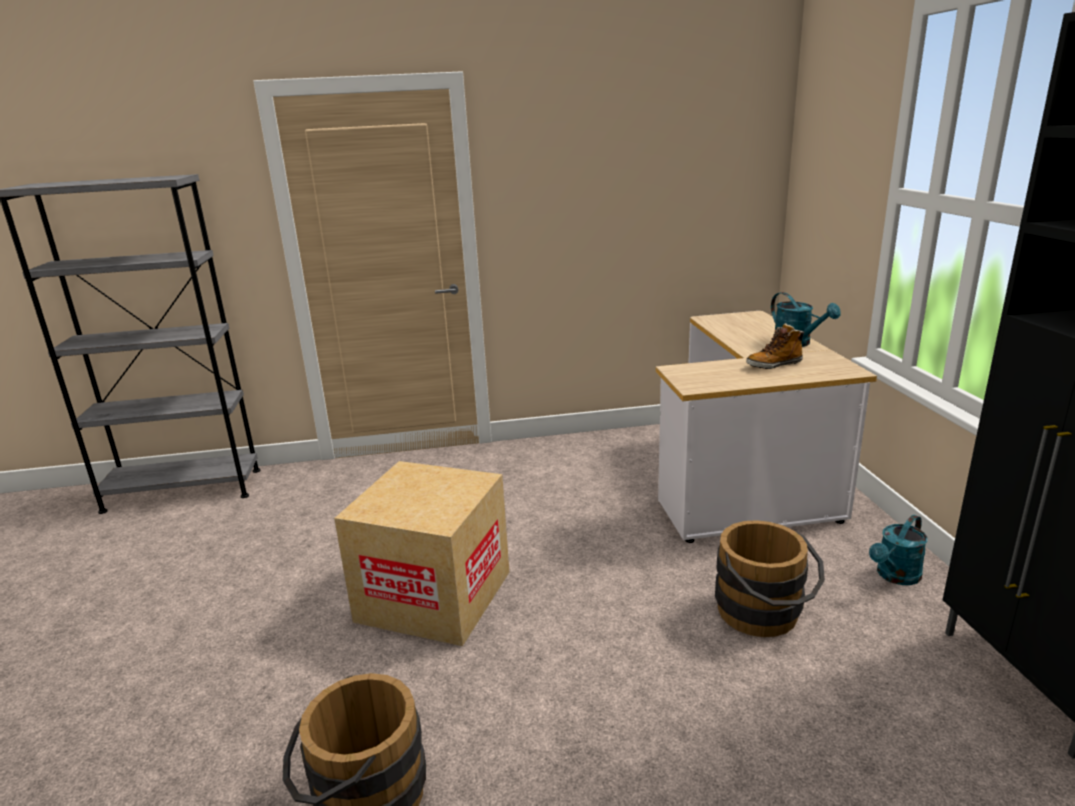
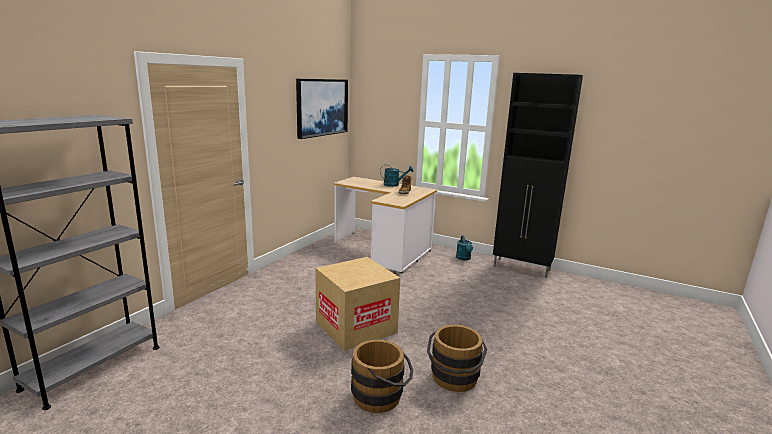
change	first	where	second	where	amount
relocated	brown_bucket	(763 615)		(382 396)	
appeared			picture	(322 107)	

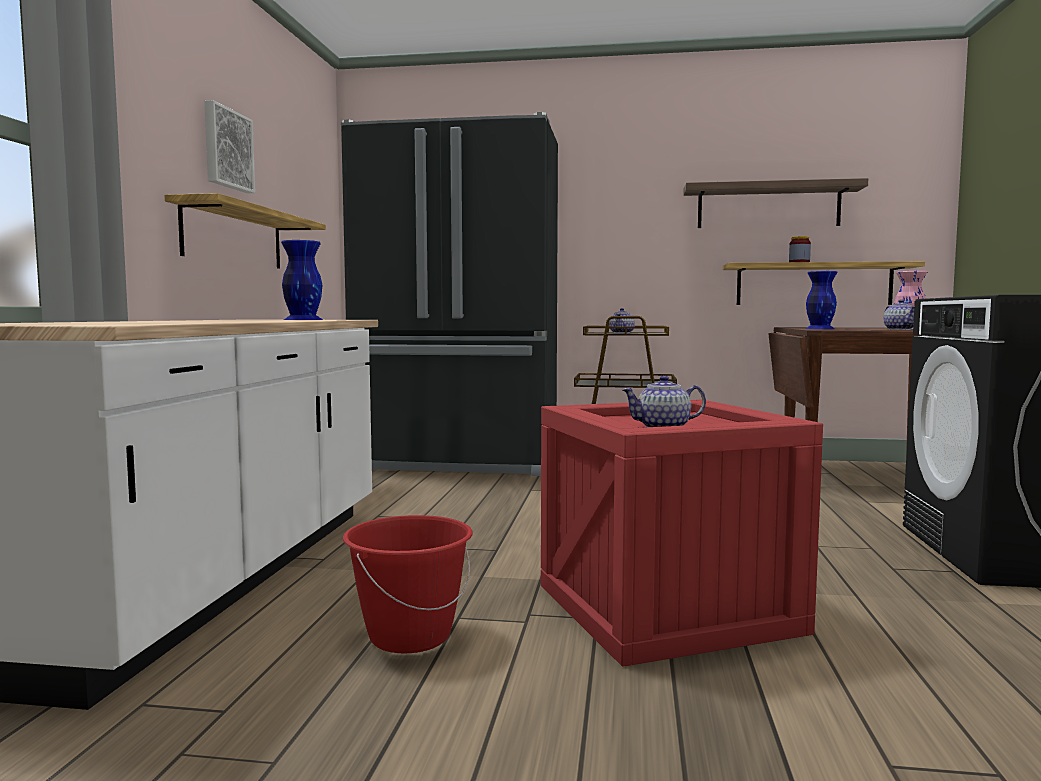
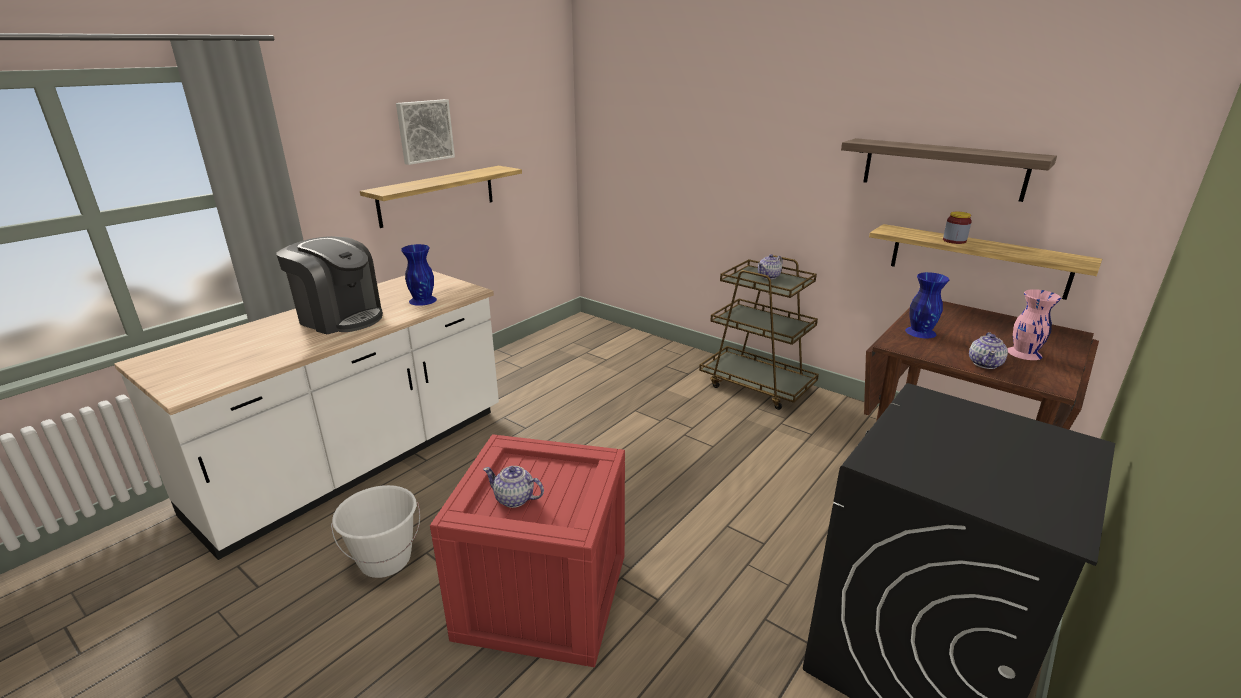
change	first	where	second	where	amount
missing	black_fridge	(458 463)			
colour	red_bucket	(409 636)	white_bucket	(385 560)	
appeared			coffee_machine	(340 317)	

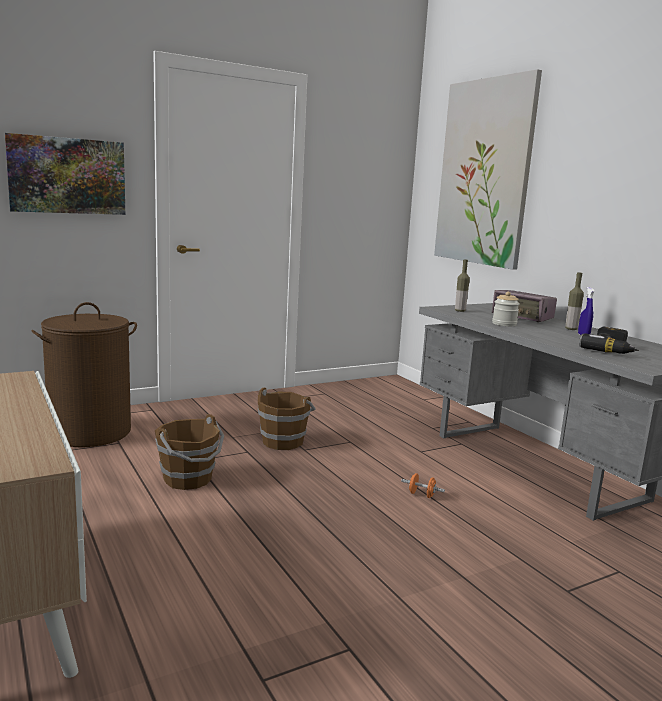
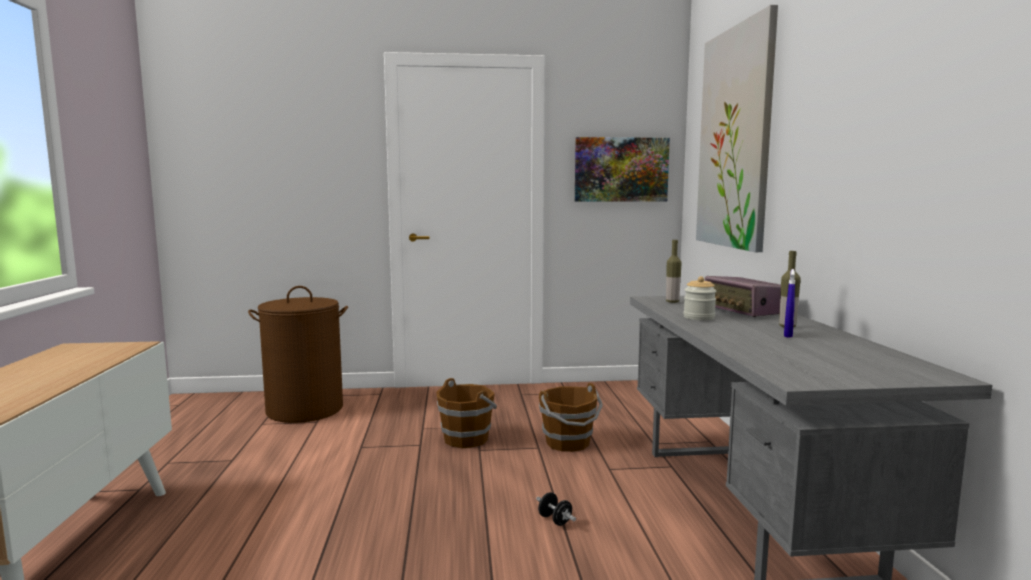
change	first	where	second	where	amount
relocated	picture	(67 175)		(621 169)	
missing	power_drill	(612 350)			
relocated	brown_bucket	(188 479)		(568 443)	
colour	orange_dumbbell	(421 495)	black_dumbbell	(555 520)	

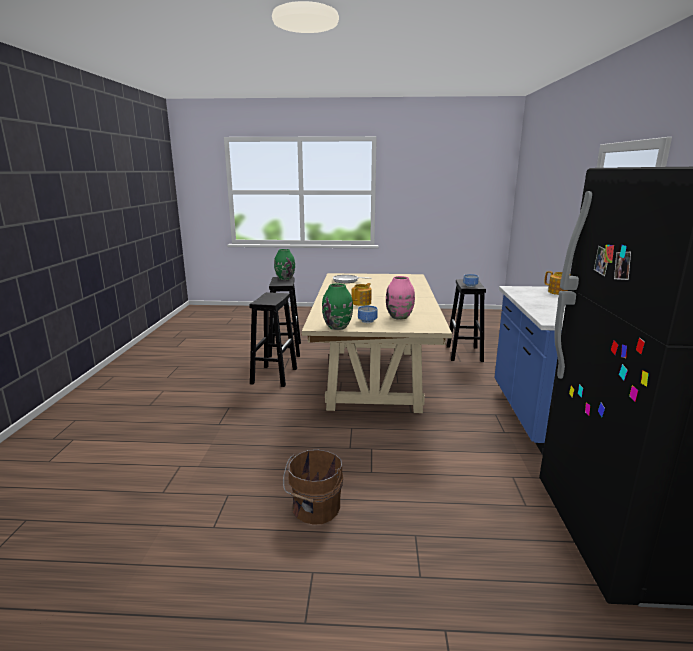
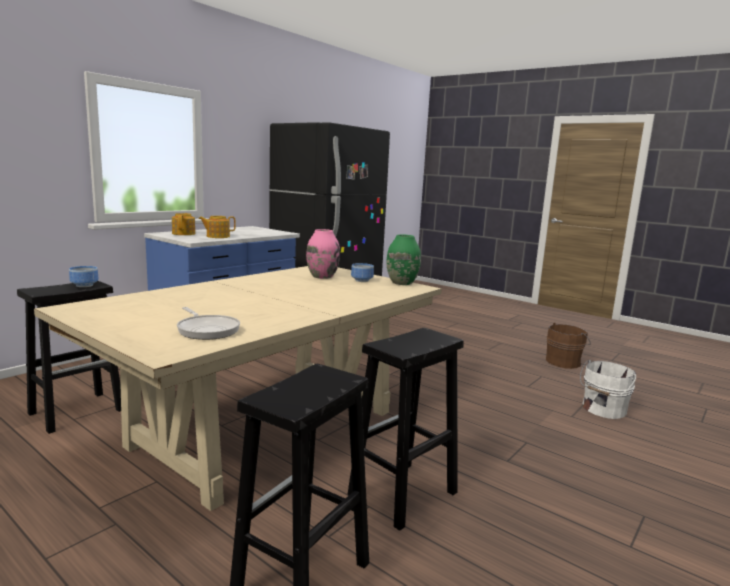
change	first	where	second	where	amount
missing	green_vase	(285 278)			
relocated	teapot	(361 303)		(217 236)	
relocated	brown_bucket	(315 508)		(564 362)	
appeared			white_bucket	(603 409)	

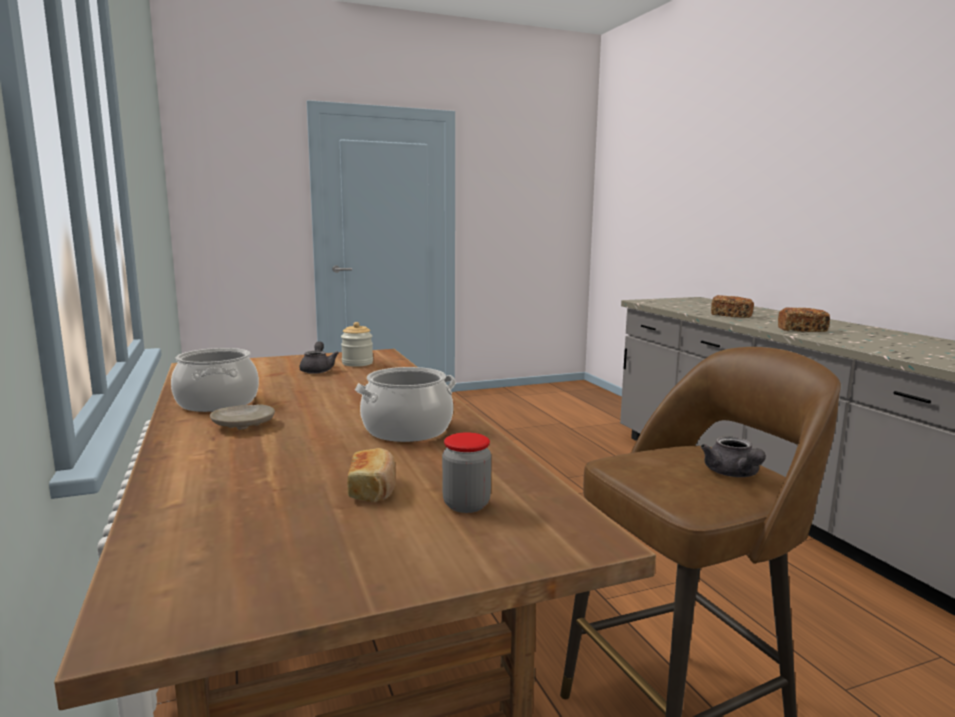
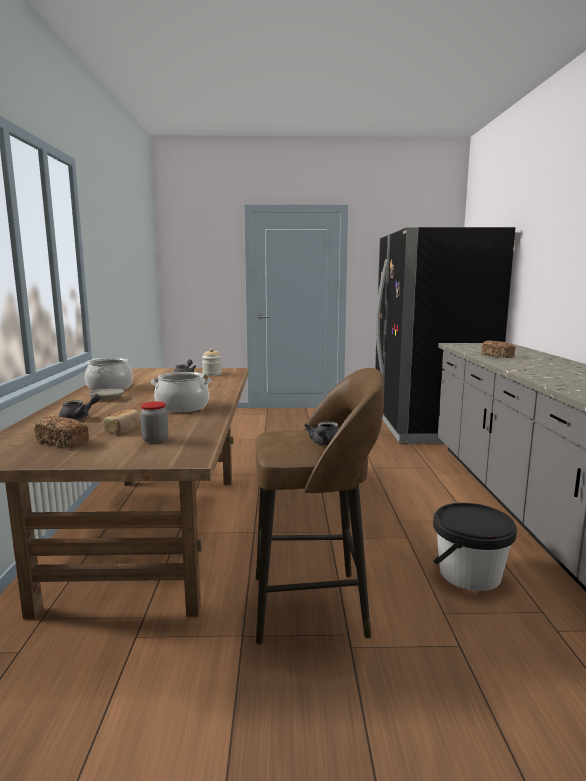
change	first	where	second	where	amount
relocated	bread	(802 330)		(63 442)	
appeared			black_fridge	(427 425)	
appeared			grey_teapot	(79 417)	
appeared			black_bucket	(469 574)	

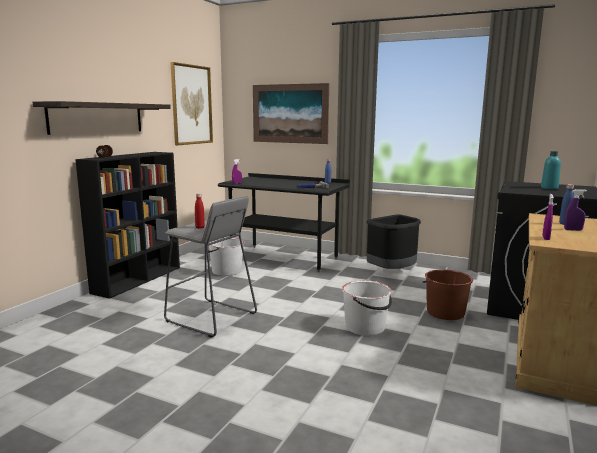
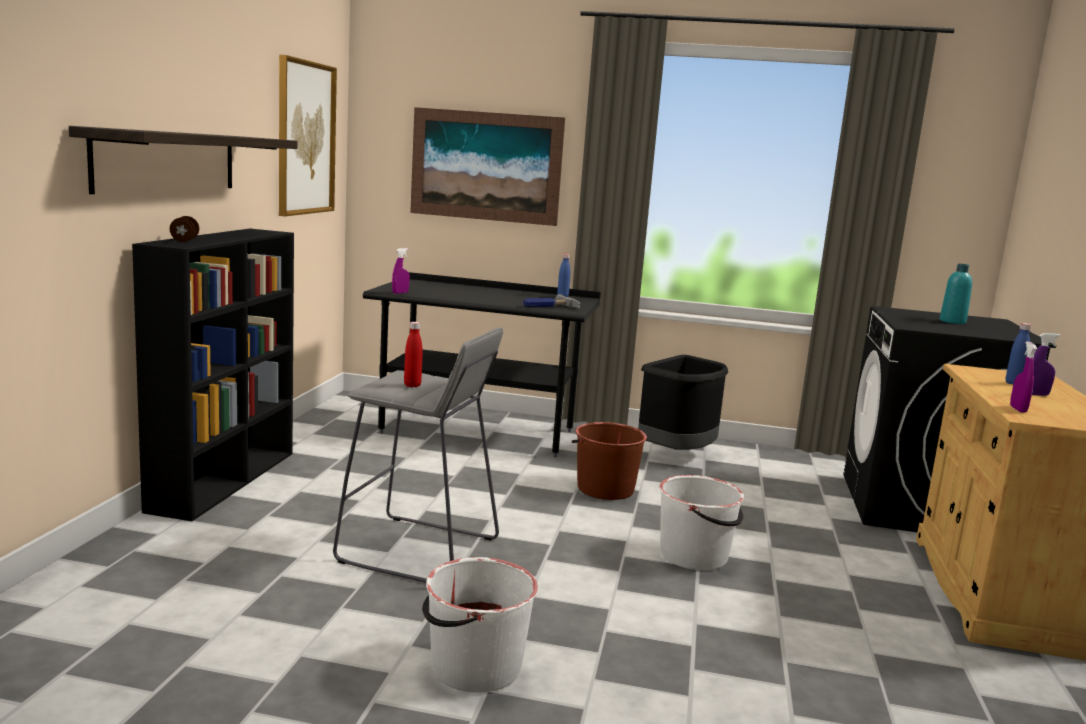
change	first	where	second	where	amount
relocated	white_bucket	(226 271)		(474 667)	
relocated	brown_bucket	(445 312)		(604 489)	

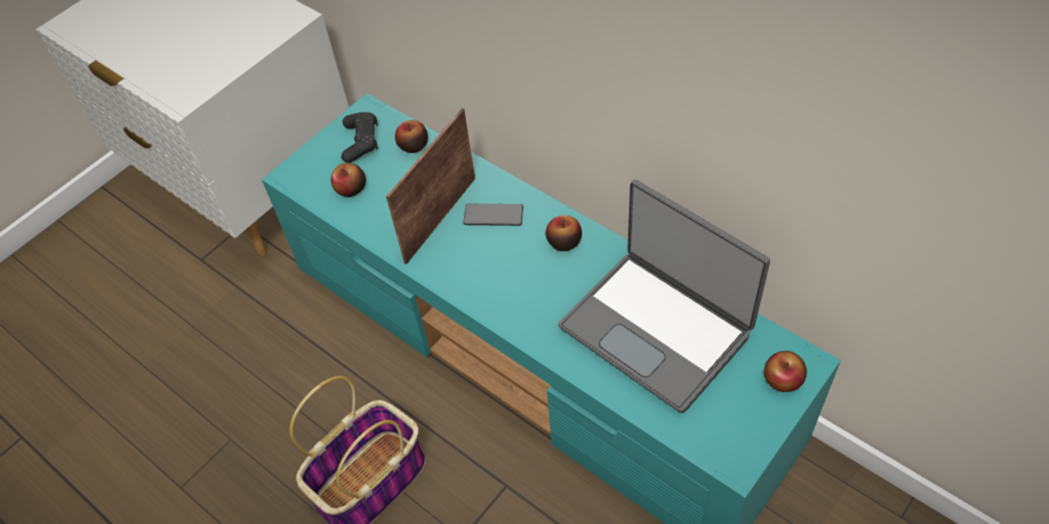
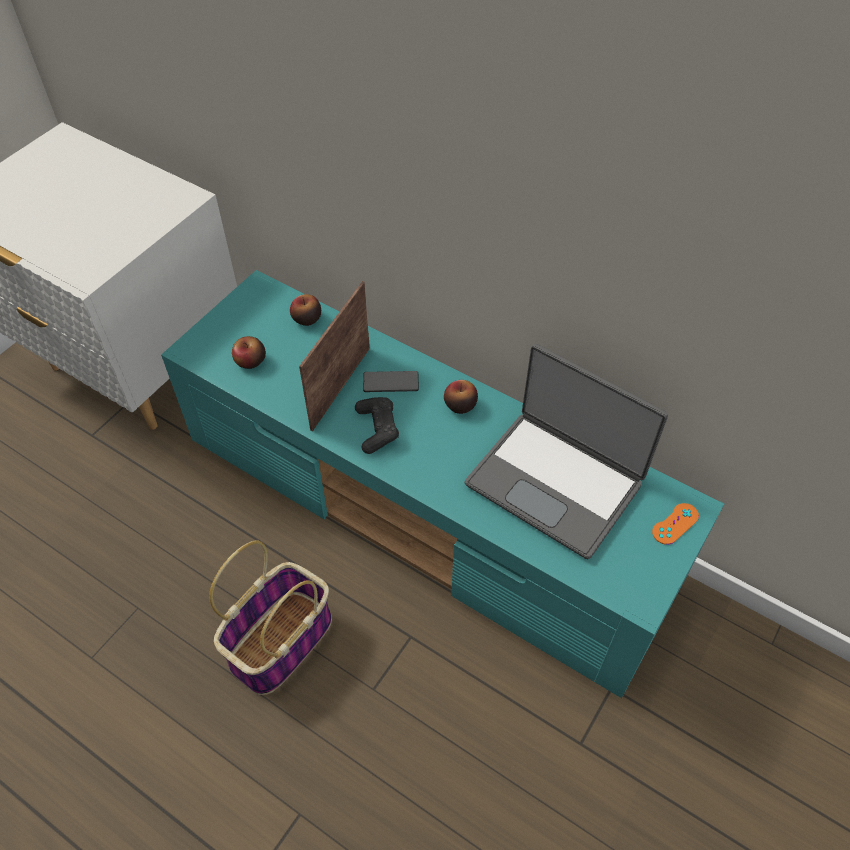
change	first	where	second	where	amount
relocated	black_game_controller	(361 142)		(377 429)	
exchanged	apple	(783 379)	orange_game_controller	(675 524)	

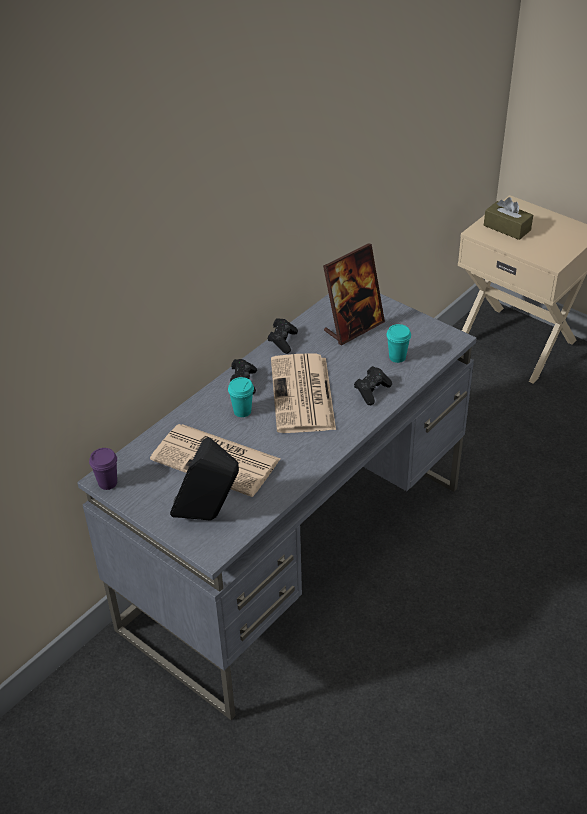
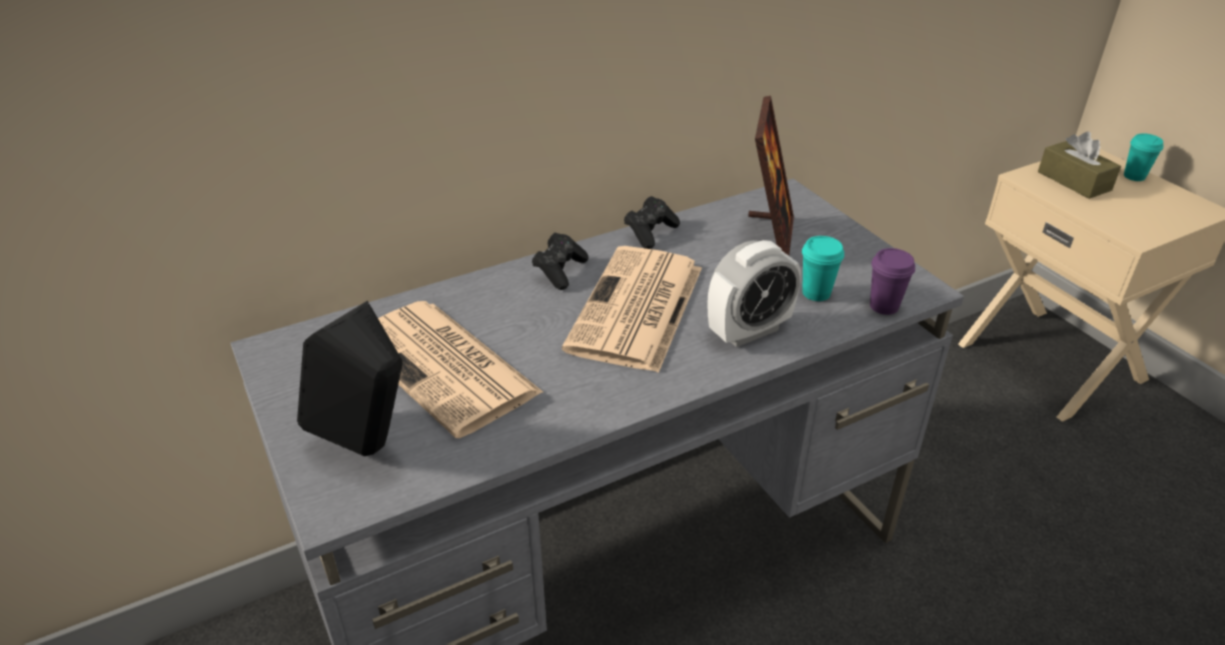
change	first	where	second	where	amount
spun	picture_frame	(353 327)		(767 238)	60 degrees counterclockwise
exchanged	black_game_controller	(372 391)	alarm_clock	(749 331)	
relocated	turquoise_cup	(242 411)		(1134 176)	
relocated	purple_cup	(107 483)		(884 306)	

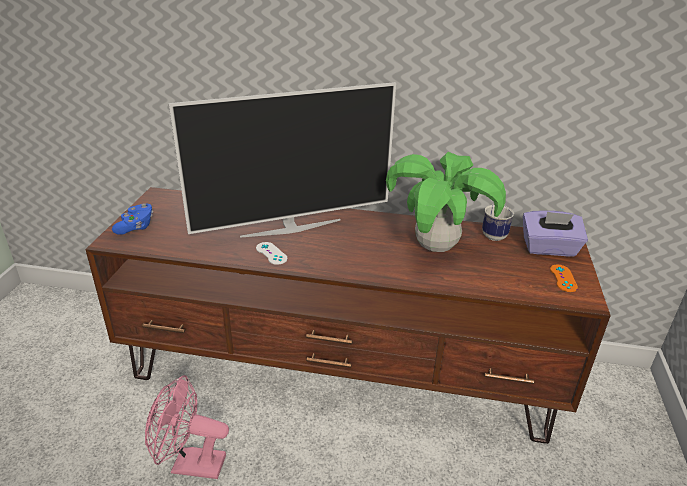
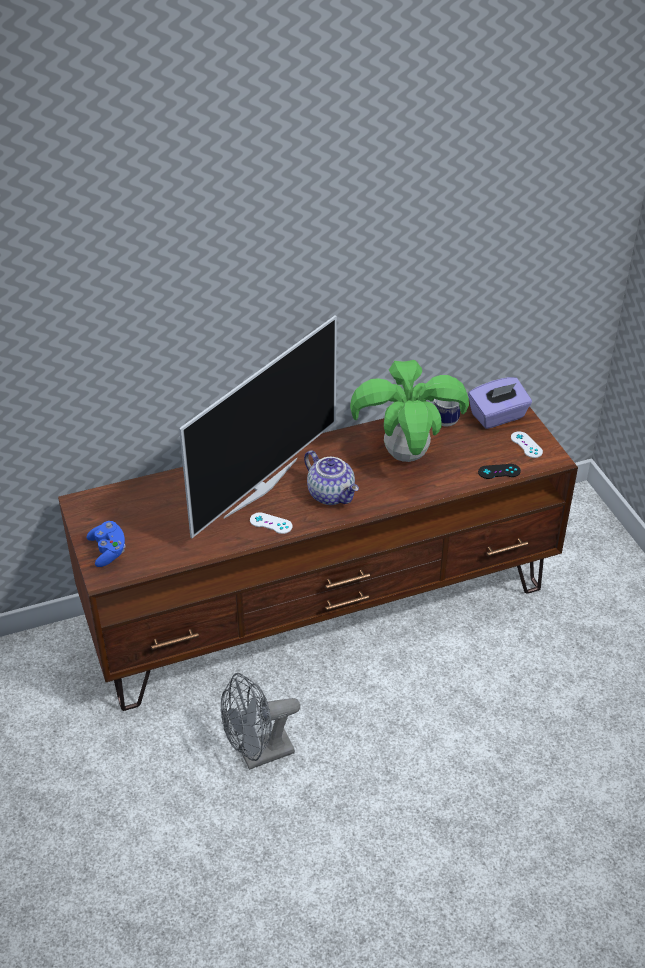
change	first	where	second	where	amount
colour	orange_game_controller	(563 278)	white_game_controller	(526 445)	
colour	pink_fan	(190 464)	grey_fan	(258 755)	
appeared			teapot	(332 494)	
appeared			black_game_controller	(499 471)	

